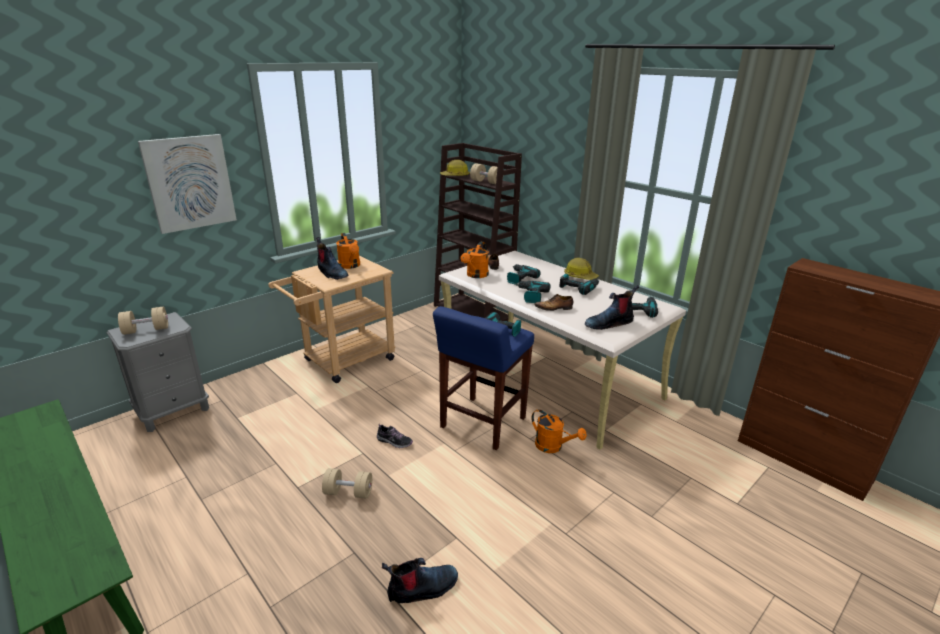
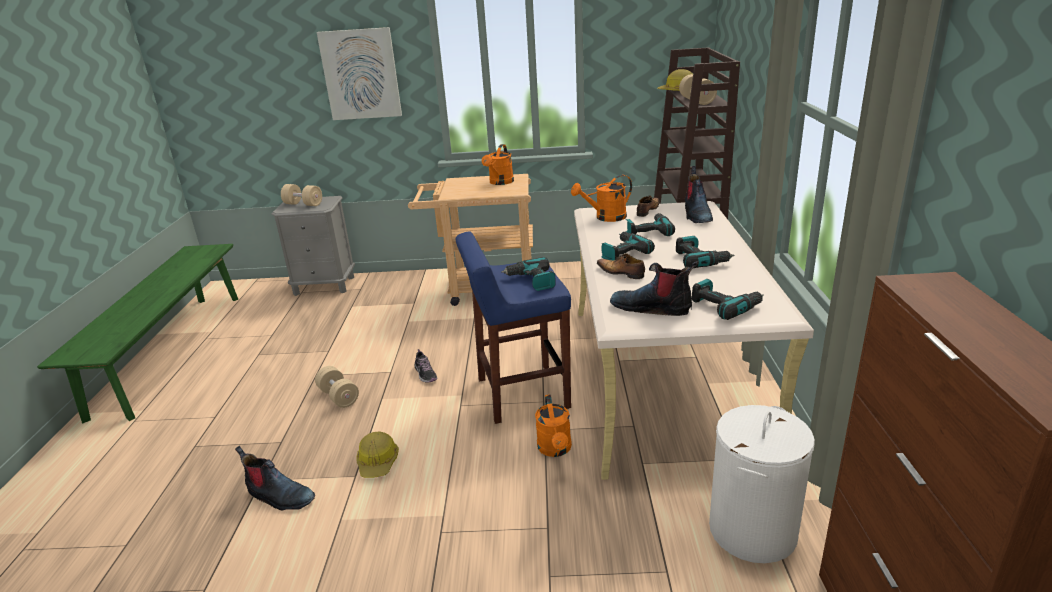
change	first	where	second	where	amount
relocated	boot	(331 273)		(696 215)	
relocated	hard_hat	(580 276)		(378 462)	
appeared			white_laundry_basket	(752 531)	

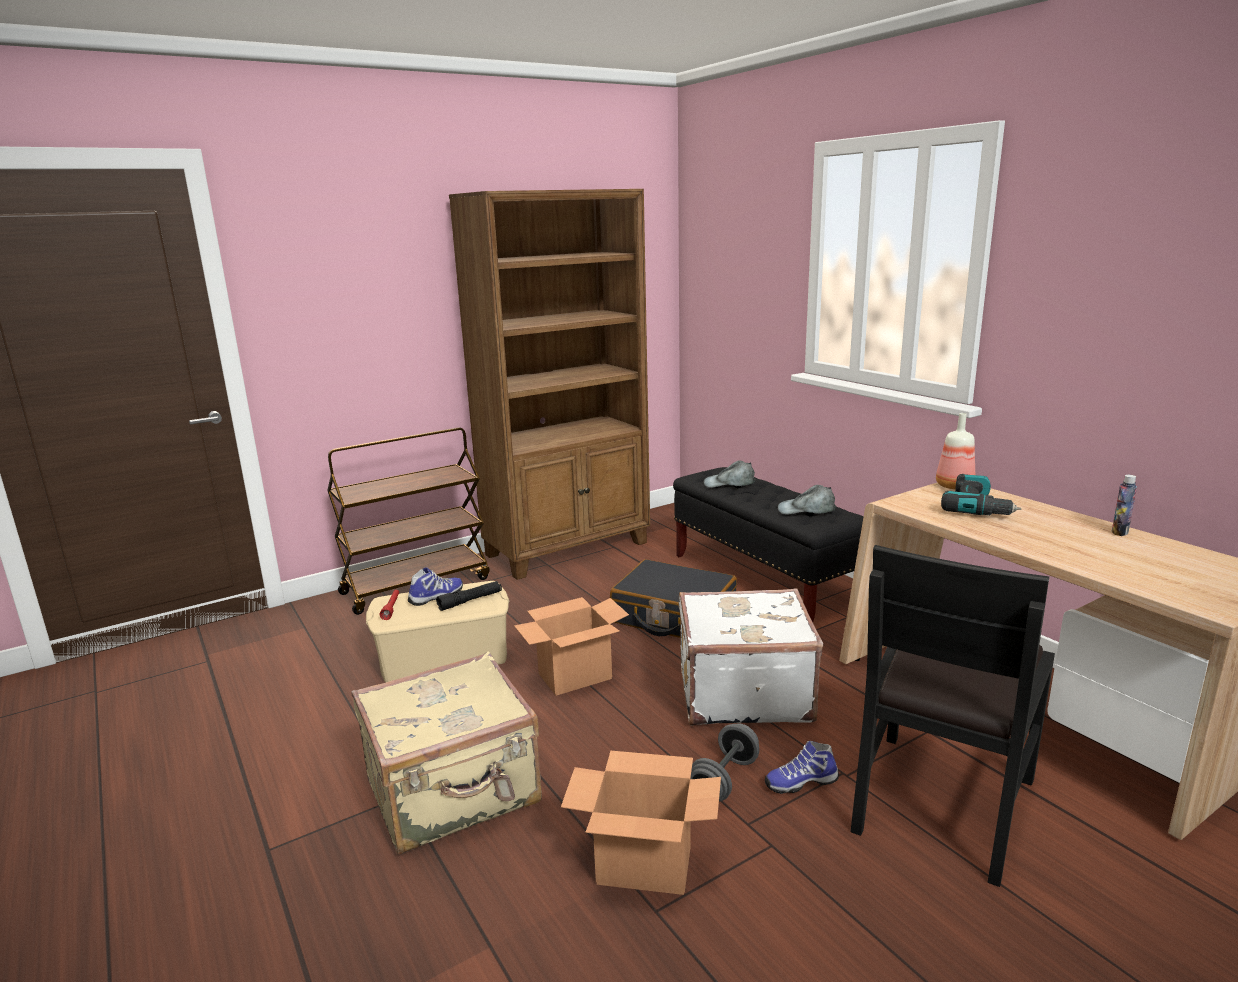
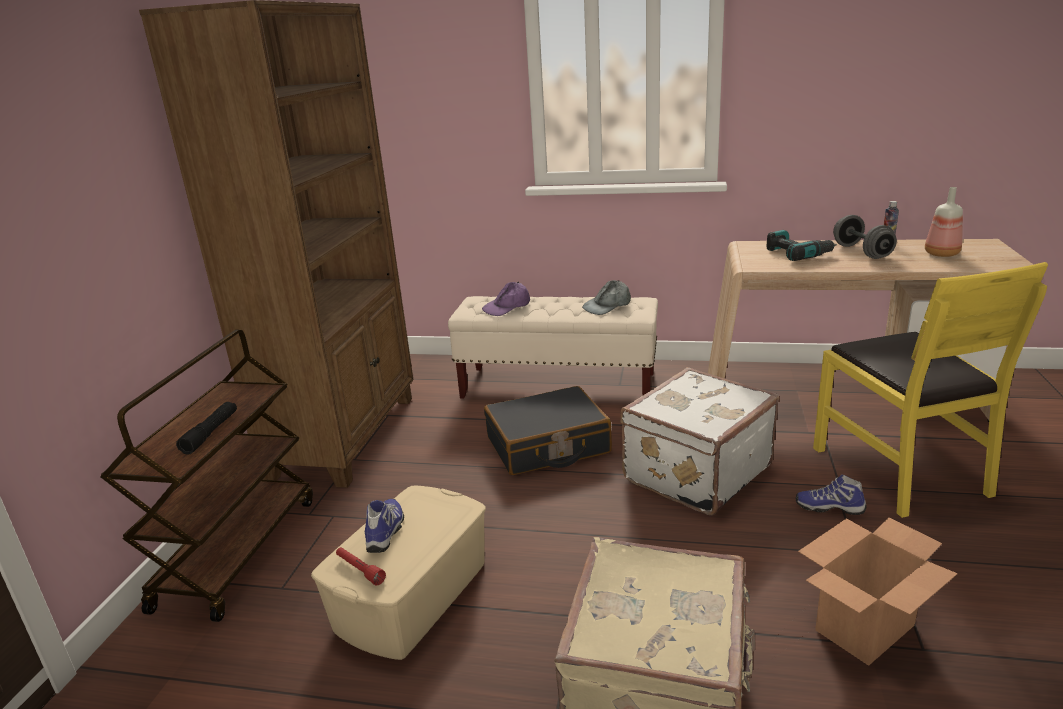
change	first	where	second	where	amount
relocated	bottle	(953 486)		(942 254)	
colour	grey_cap	(729 483)	purple_cap	(507 307)	
colour	black_bench	(763 580)	beige_bench	(558 386)	
colour	black_chair	(941 802)	yellow_chair	(900 469)	
relocated	black_flashlight	(470 601)		(211 433)	
missing	cardboard_box	(574 677)			
relocated	grey_dumbbell	(724 780)		(861 252)	
spun	shoe	(800 782)		(829 507)	75 degrees clockwise

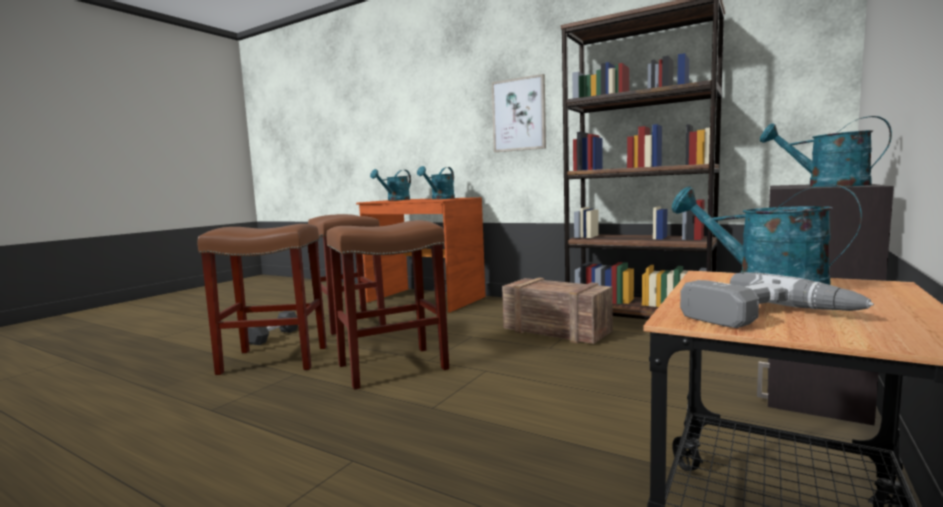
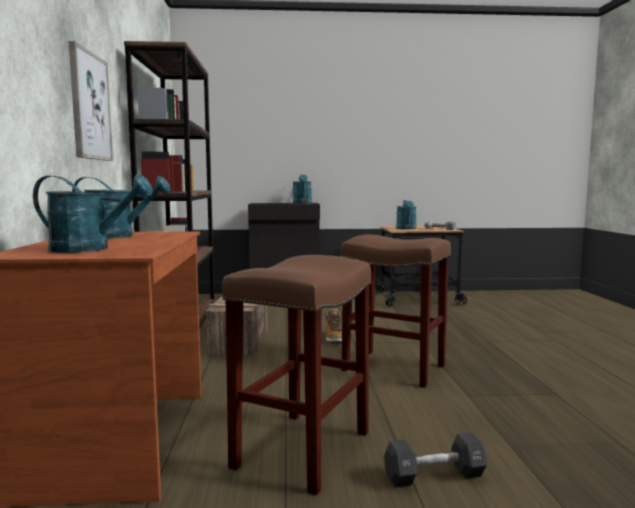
change	first	where	second	where	amount
missing	brown_stool	(273 360)			
appeared			boot	(334 338)	

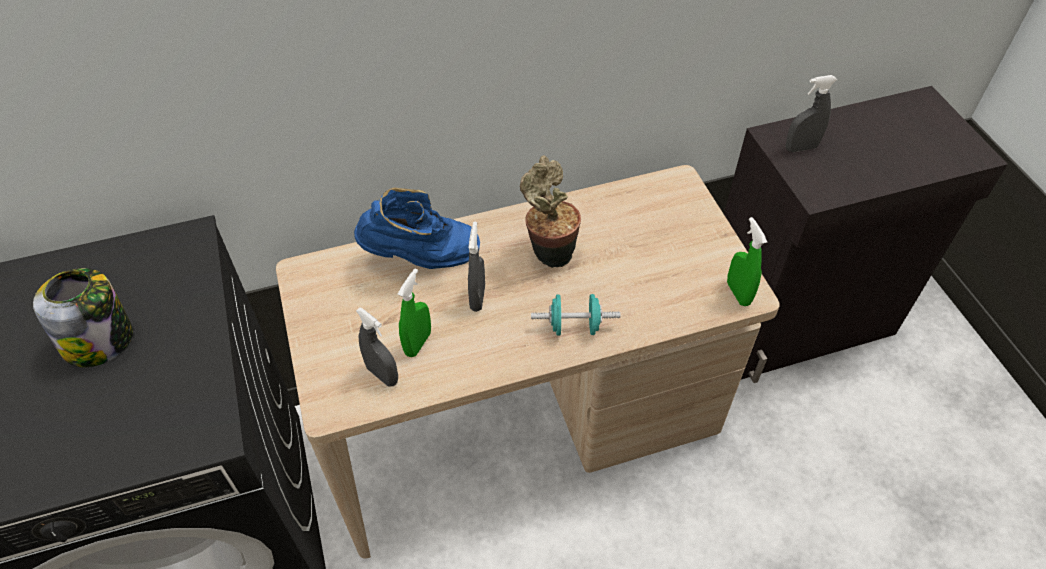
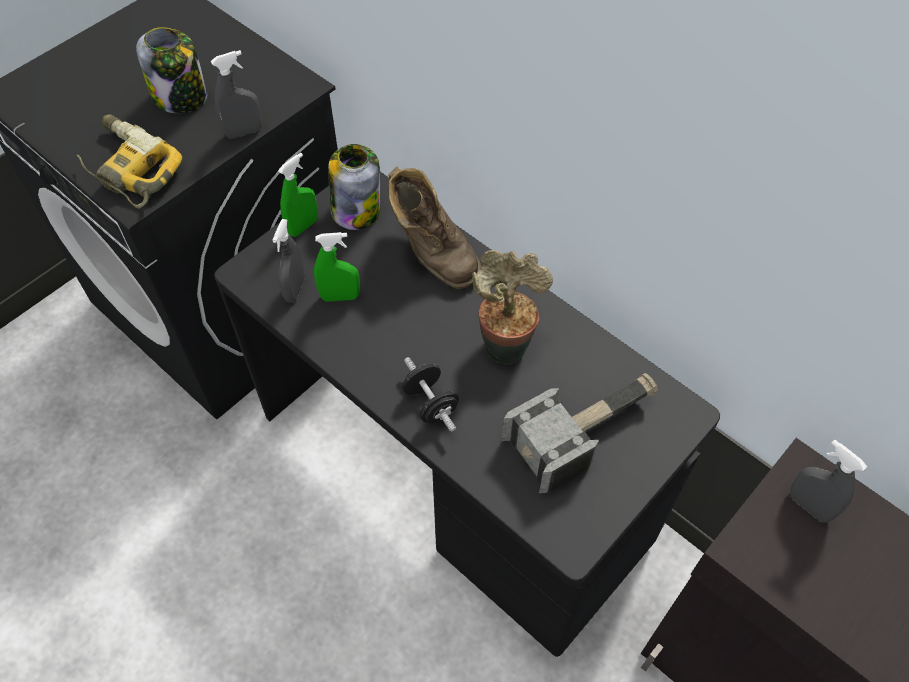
change	first	where	second	where	amount
colour	beige_desk	(523 425)	black_desk	(455 471)	
colour	blue_boot	(421 259)	brown_boot	(431 252)	
relocated	green_spray_bottle	(738 293)		(303 226)	
relocated	grey_spray_bottle	(477 298)		(244 132)	
colour	turquoise_dumbbell	(574 326)	black_dumbbell	(430 403)	
appeared			power_drill	(128 169)	
appeared			jar	(356 210)	
appeared			hammer	(585 430)	

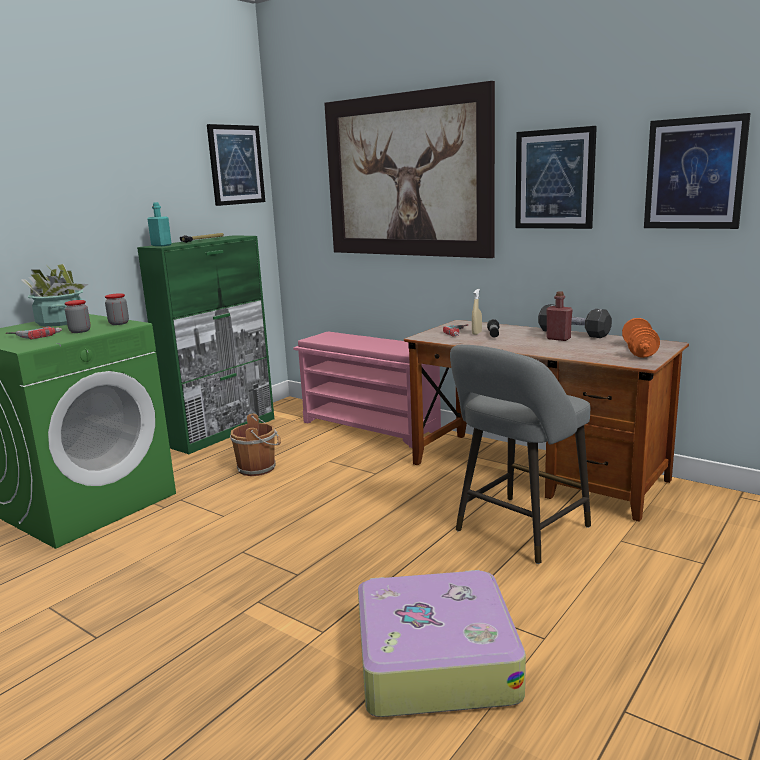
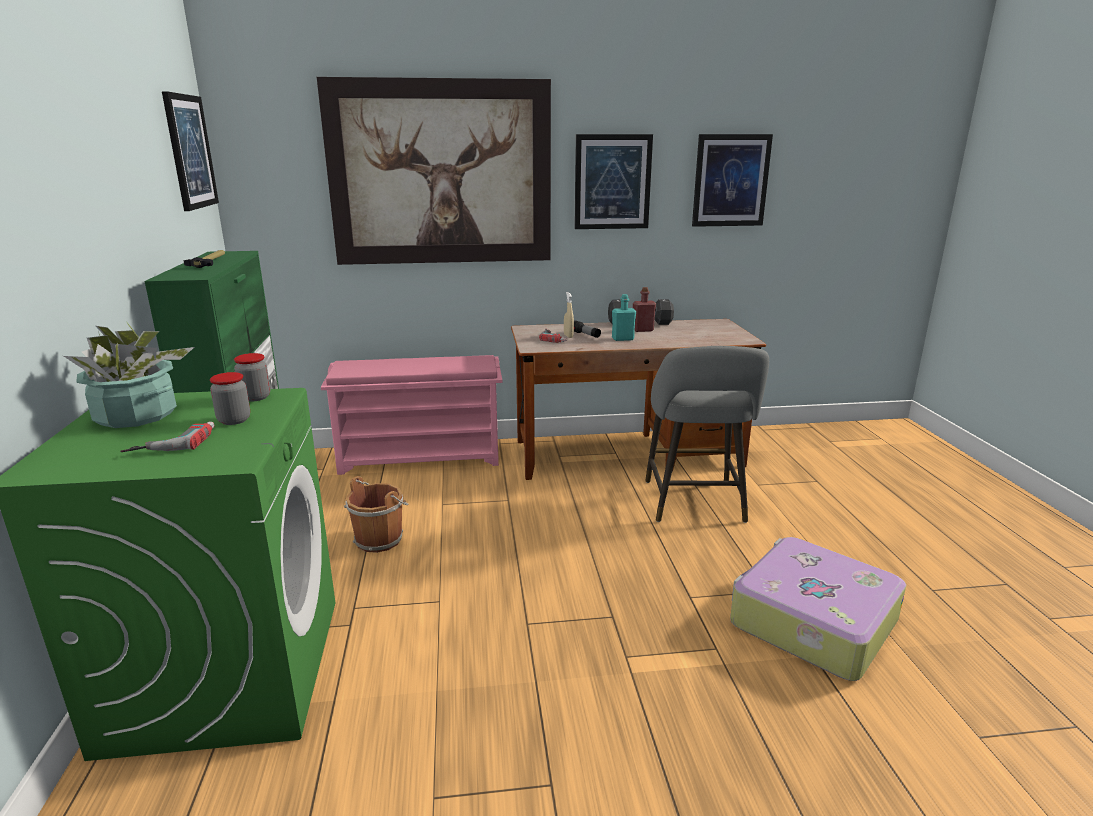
change	first	where	second	where	amount
relocated	turquoise_bottle	(161 245)		(622 339)	
missing	orange_dumbbell	(639 351)			

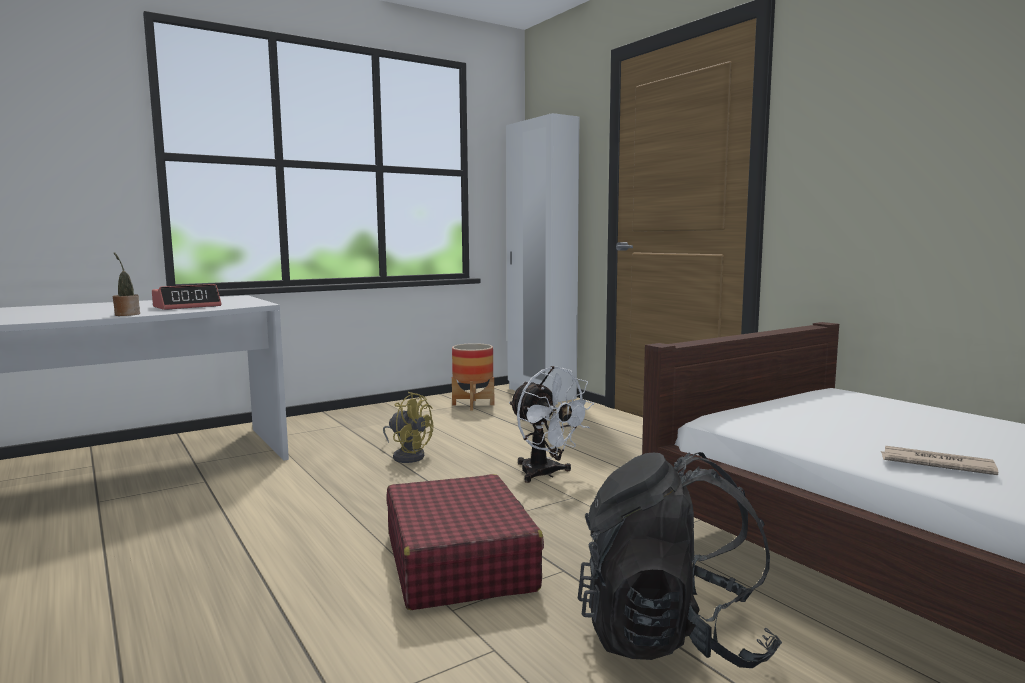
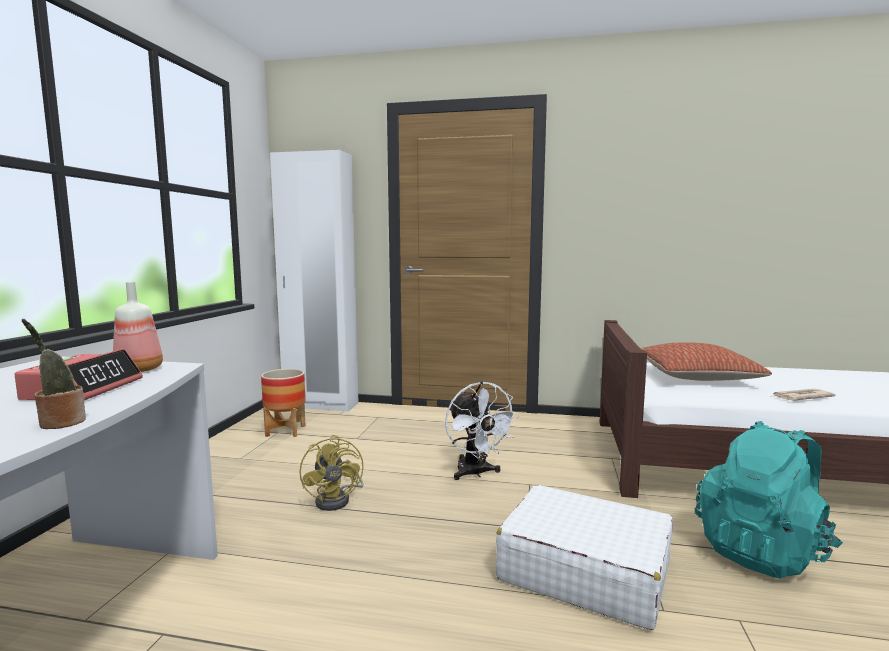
change	first	where	second	where	amount
spun	white_fan	(545 474)		(475 473)	60 degrees clockwise
spun	yellow_fan	(408 455)		(338 499)	90 degrees clockwise
colour	black_backpack	(671 638)	turquoise_backpack	(762 551)	
colour	red_suitcase	(459 561)	white_suitcase	(583 571)	
appeared			bottle	(140 369)	
appeared			pillow	(697 377)	

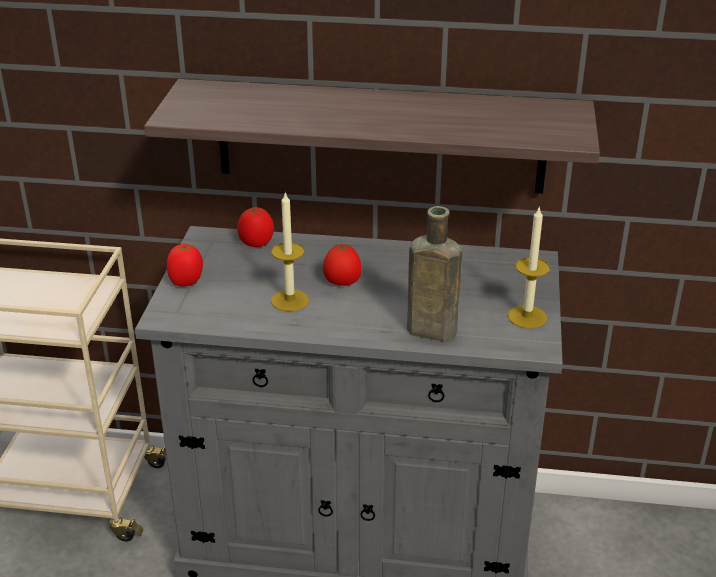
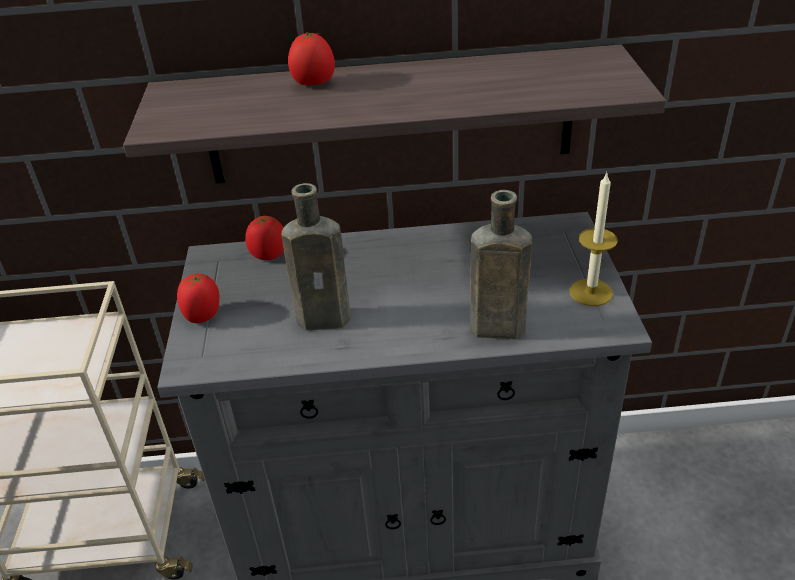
change	first	where	second	where	amount
exchanged	candle	(290 300)	brown_bottle	(328 318)	
relocated	tomato	(342 283)		(314 84)	

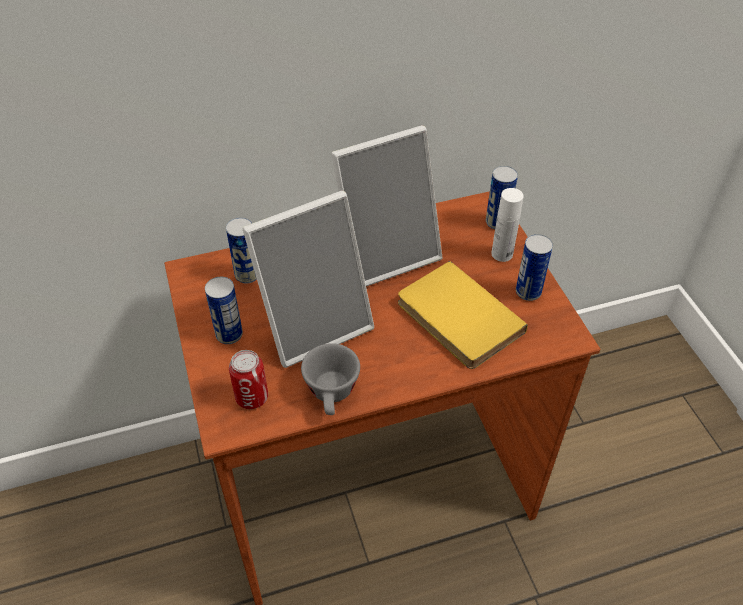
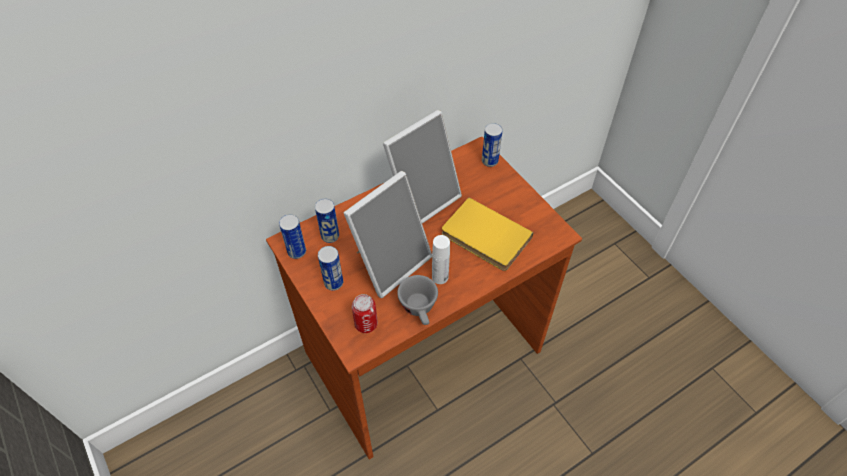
change	first	where	second	where	amount
relocated	white_bottle	(502 254)		(440 277)	
relocated	can	(528 292)		(297 251)	

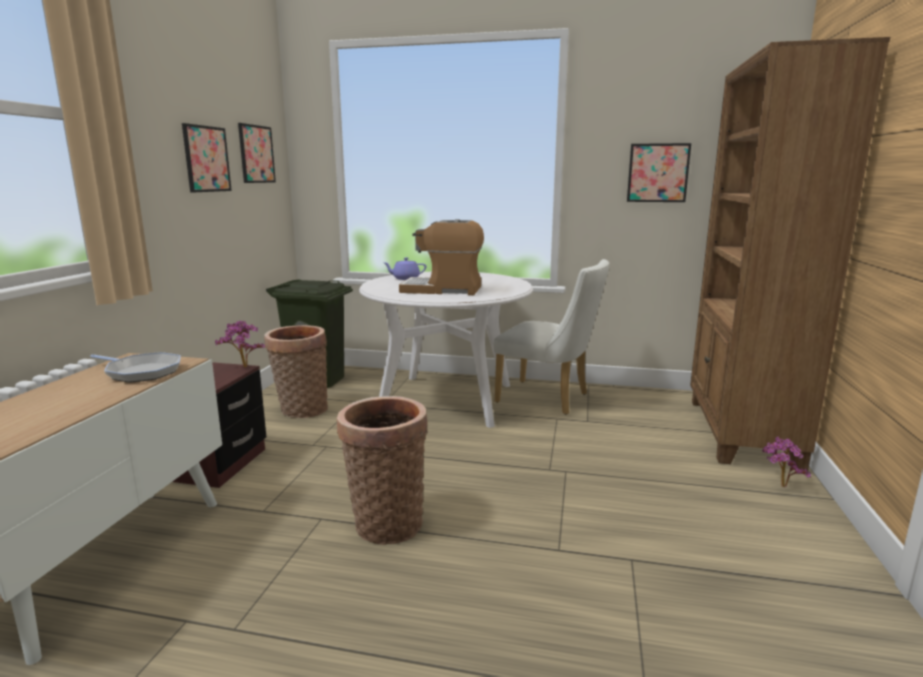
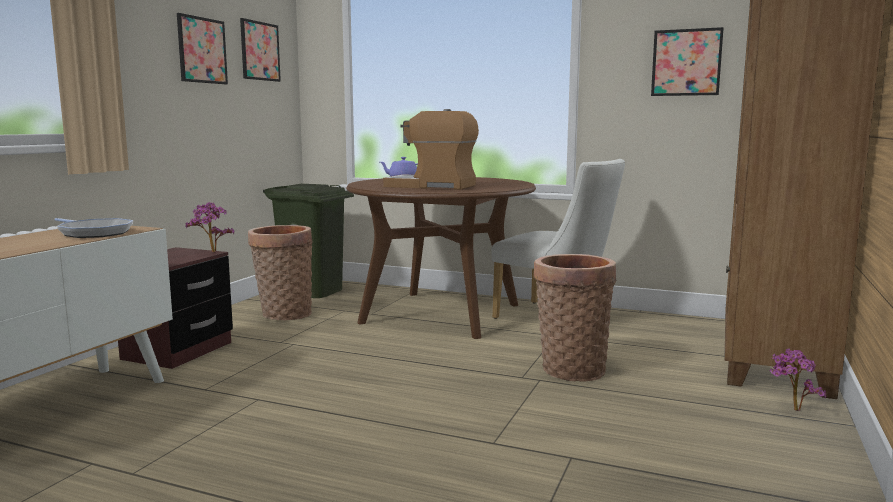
change	first	where	second	where	amount
colour	white_dining_table	(447 399)	brown_dining_table	(441 313)	
relocated	basket	(386 522)		(570 368)	

